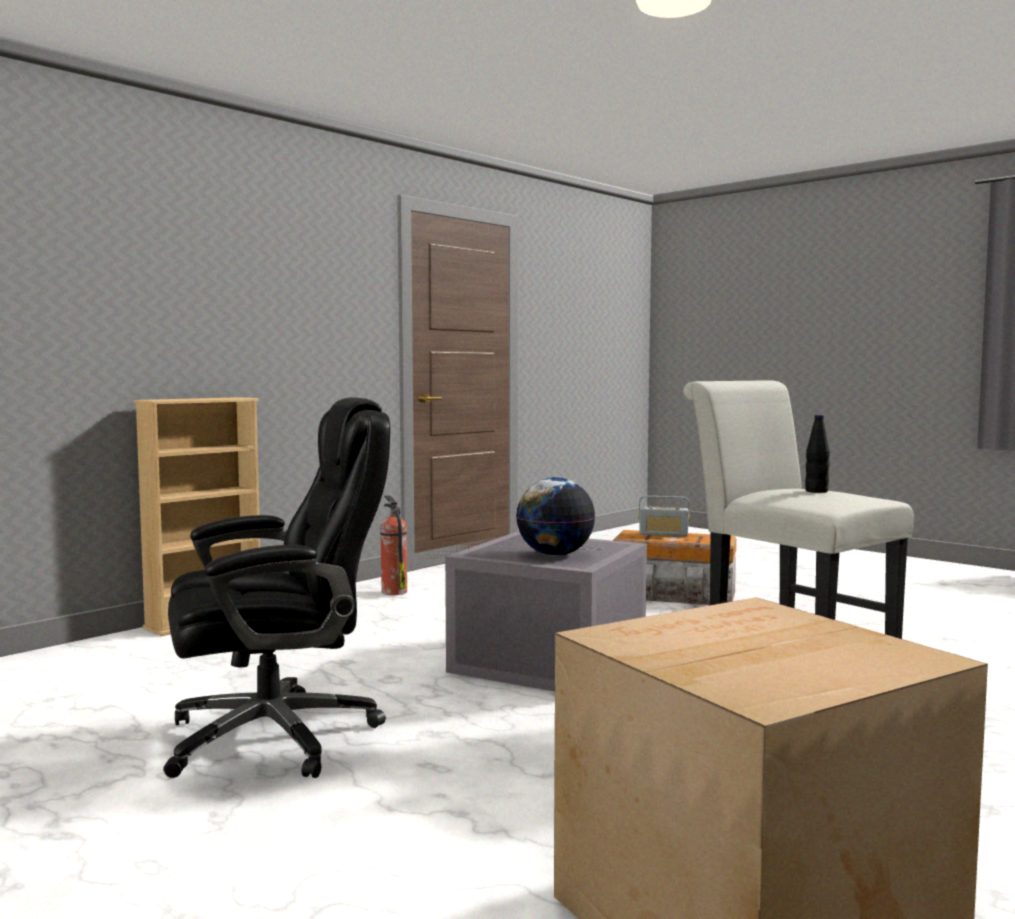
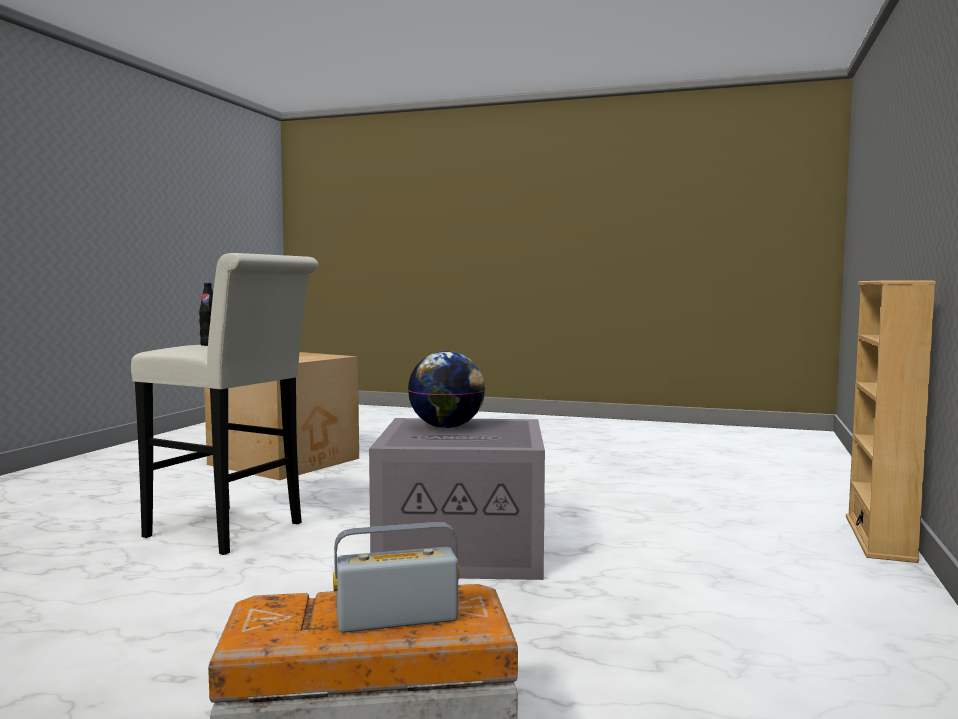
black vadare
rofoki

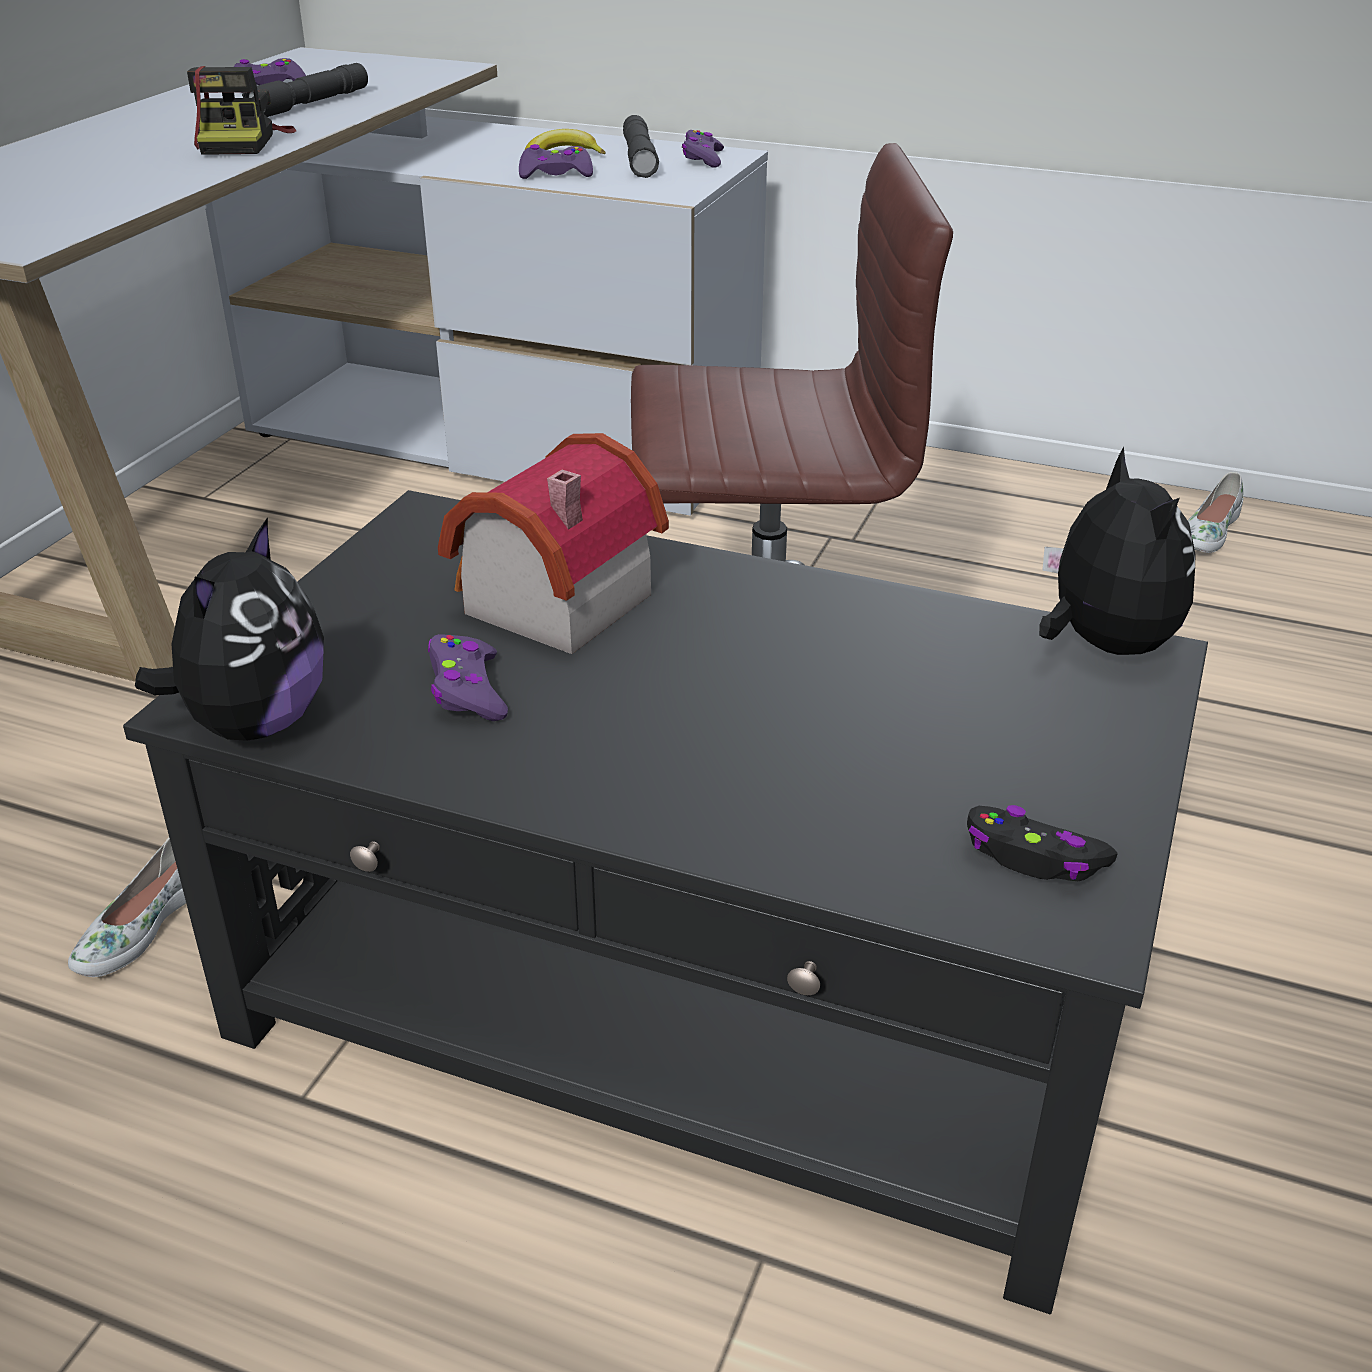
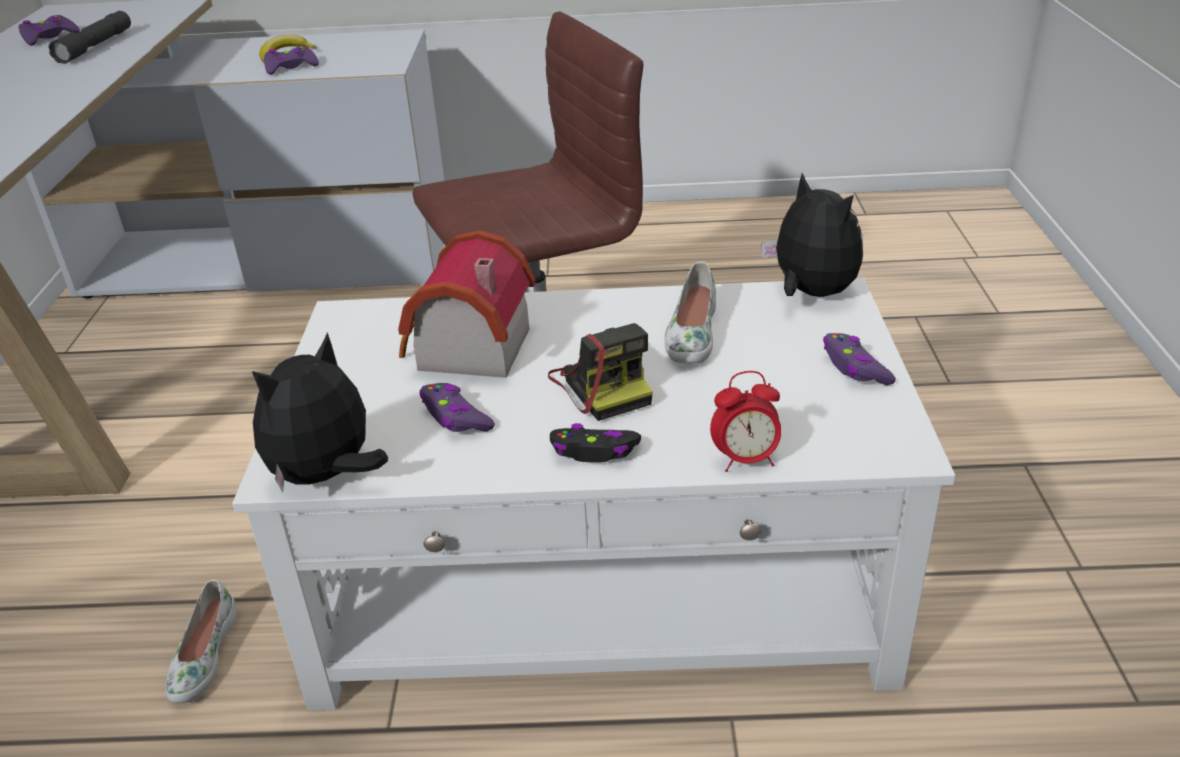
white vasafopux
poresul (1st from left)
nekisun
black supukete
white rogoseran (2nd from left)
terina
purple supukete (4th from left)
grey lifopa (2nd from left in the first image)

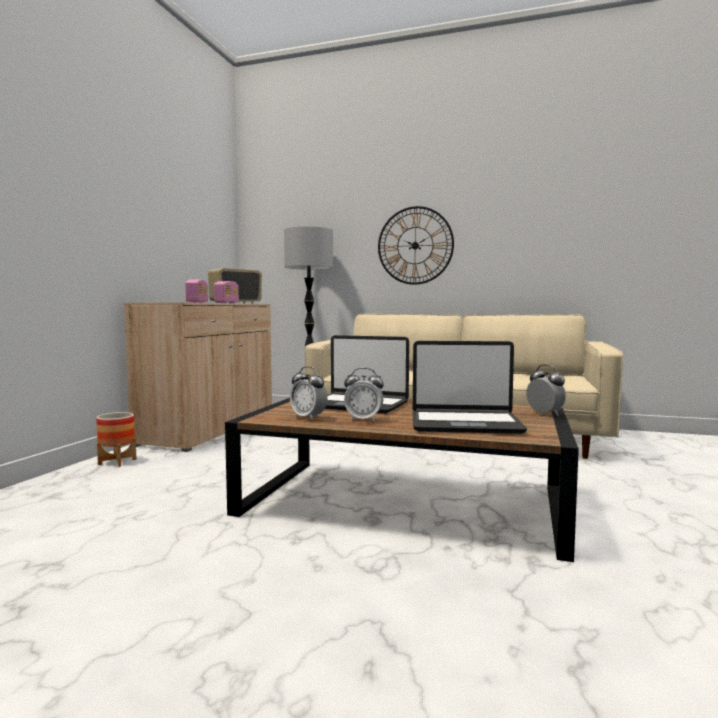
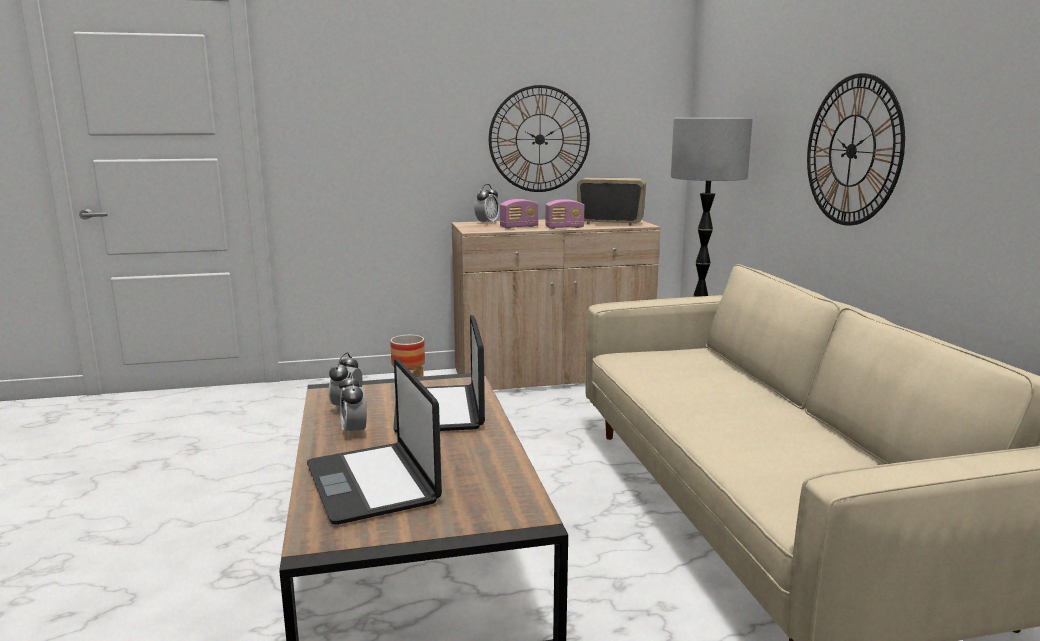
terina (3rd from left)
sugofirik (1st from left)

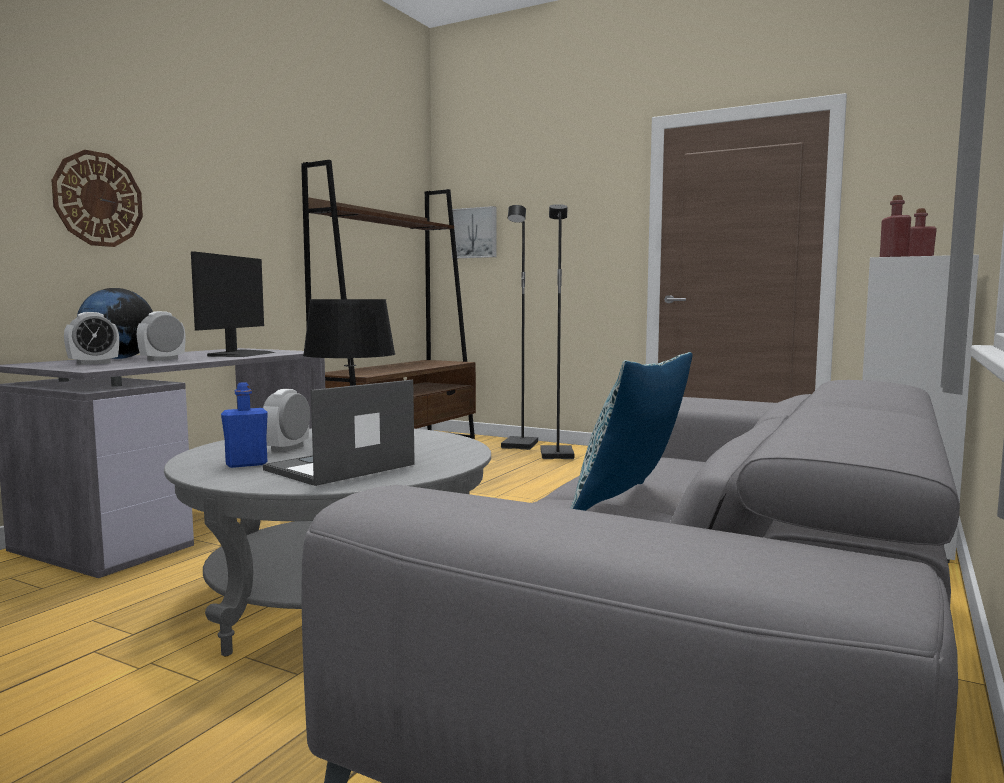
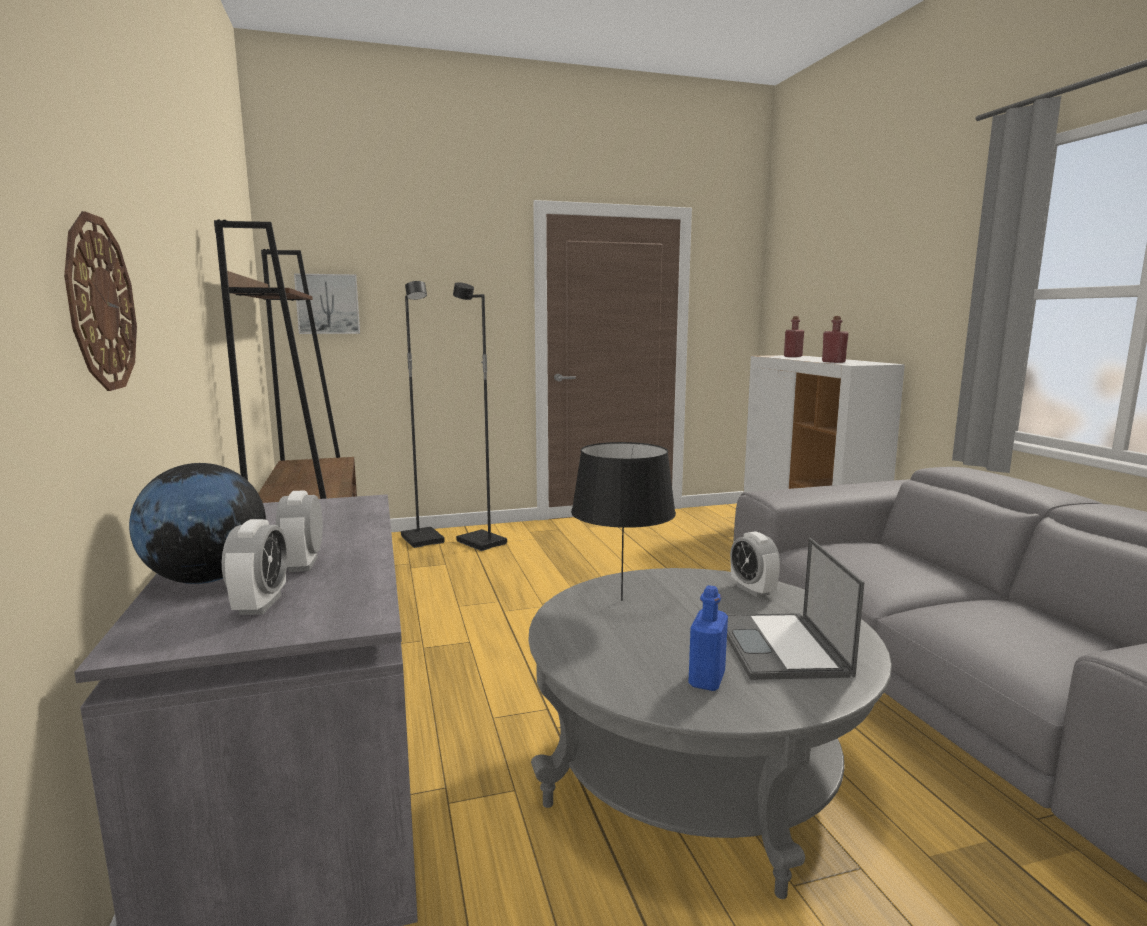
terina (3rd from left)
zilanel
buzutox

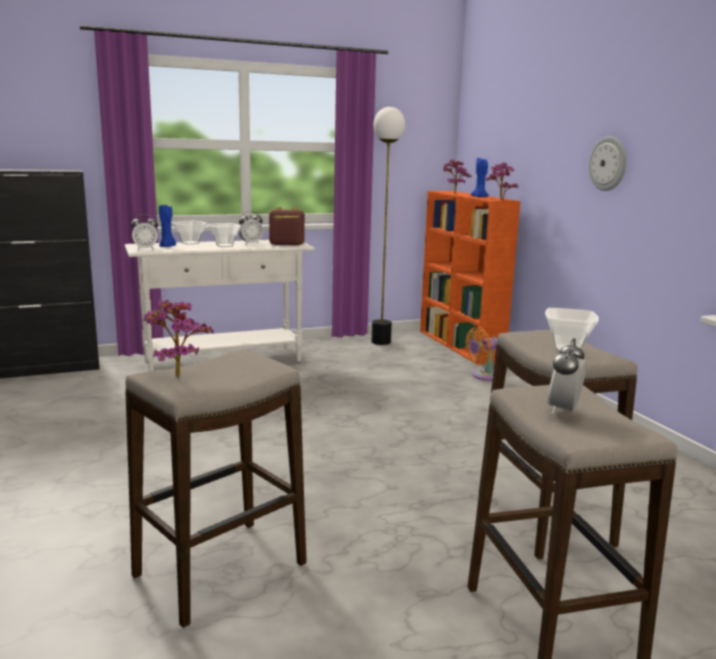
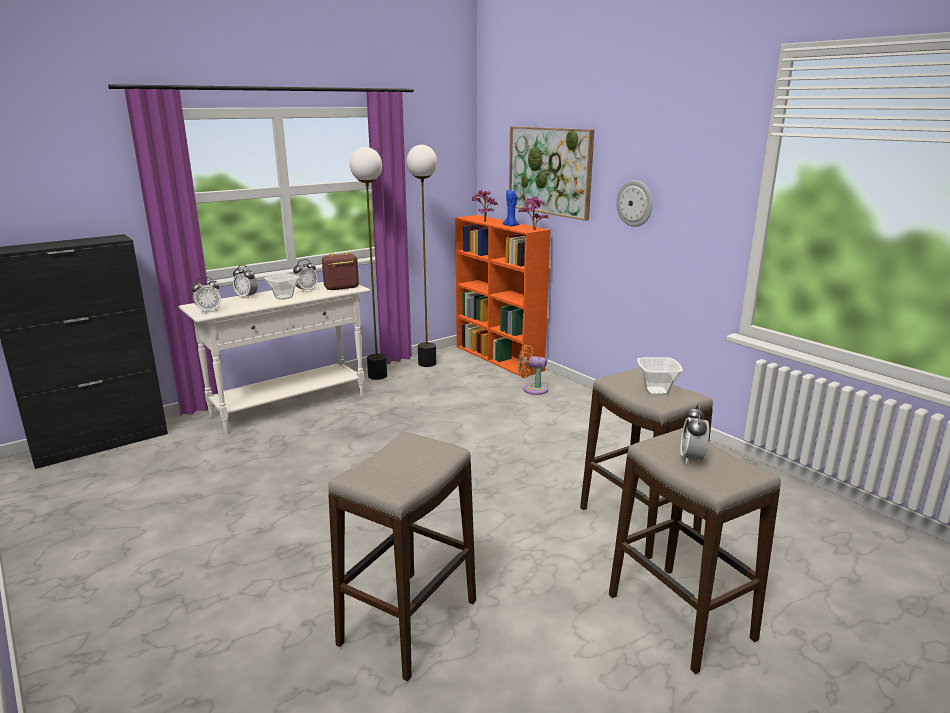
terina (2nd from left)
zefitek (1st from left)
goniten
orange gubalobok
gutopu (1st from left in the first image)
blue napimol (1st from left in the first image)

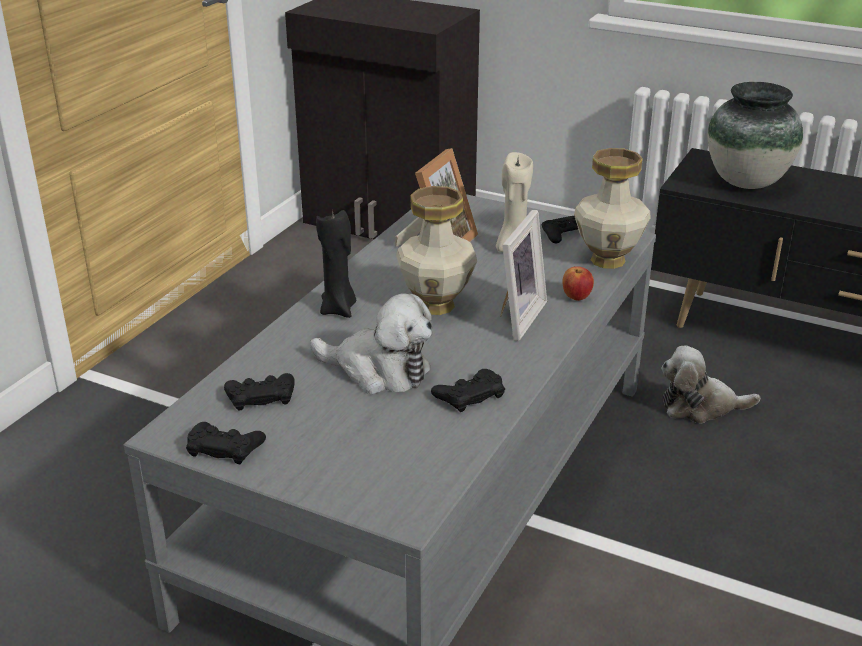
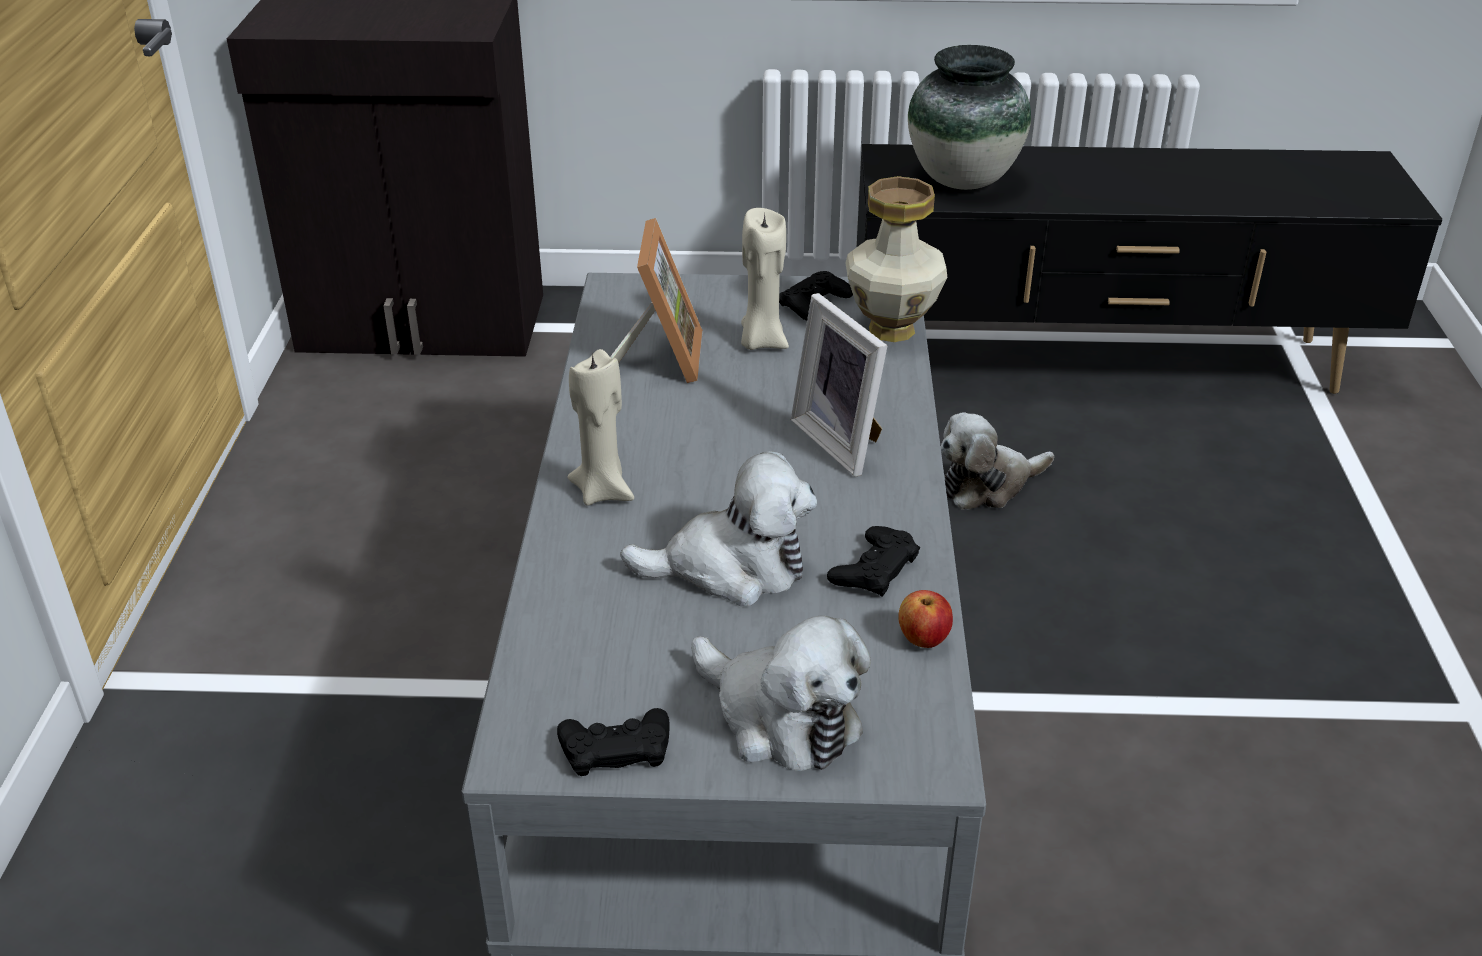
beige napimol (1st from left)
poresul (2nd from left)
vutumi (2nd from left)
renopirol
black supukete (2nd from left in the first image)
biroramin (1st from left in the first image)

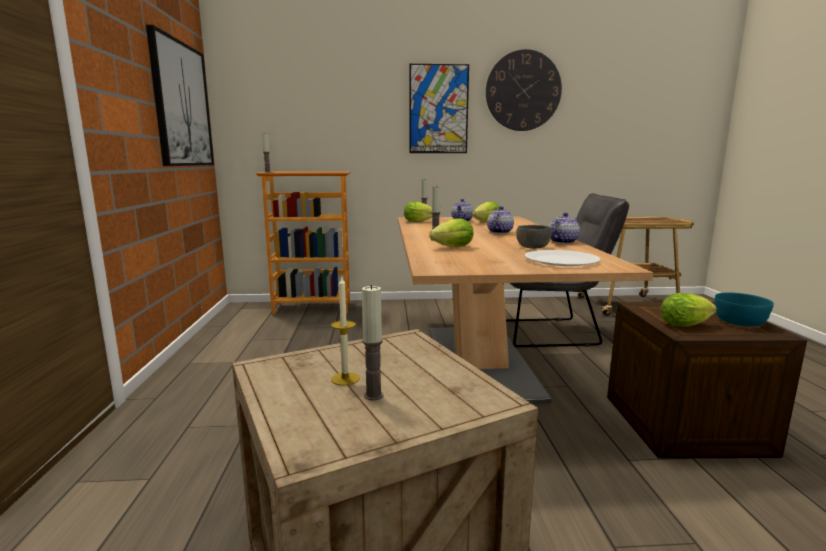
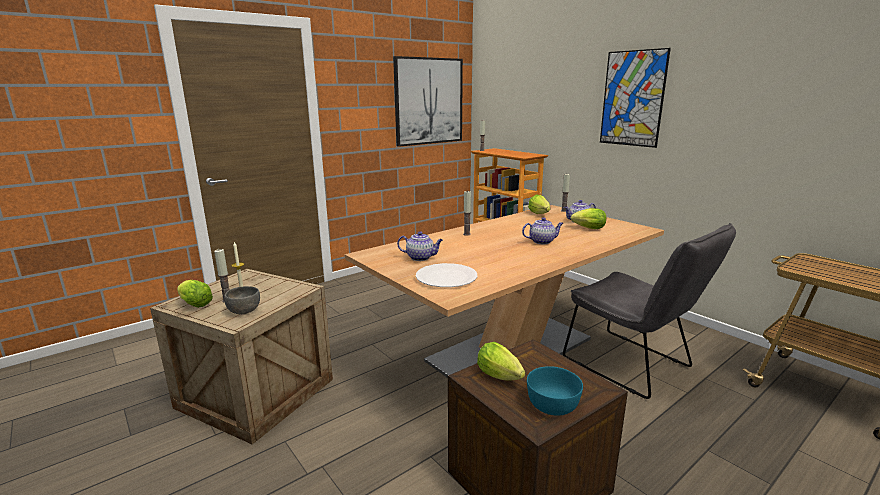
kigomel (1st from left)
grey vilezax
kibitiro (1st from left)
sugofirik

